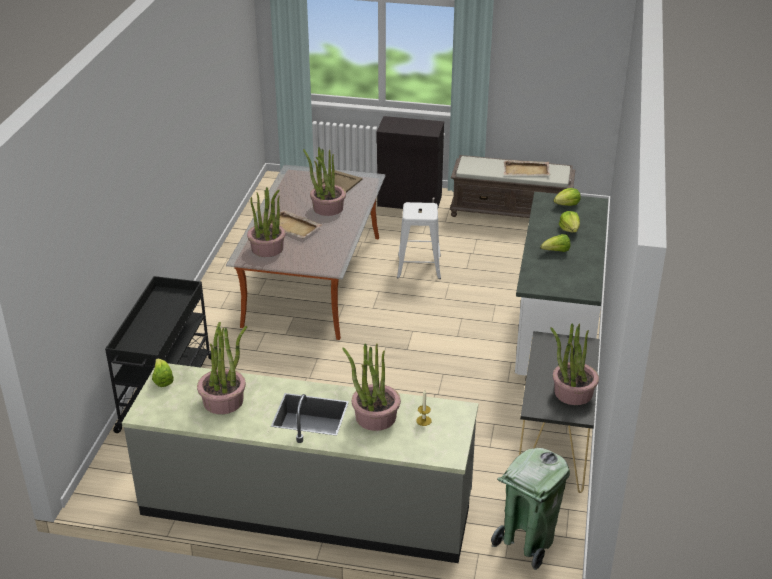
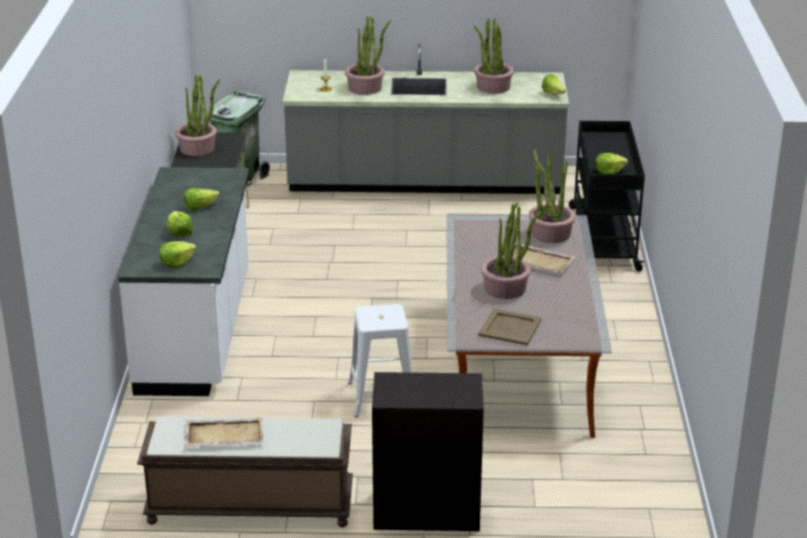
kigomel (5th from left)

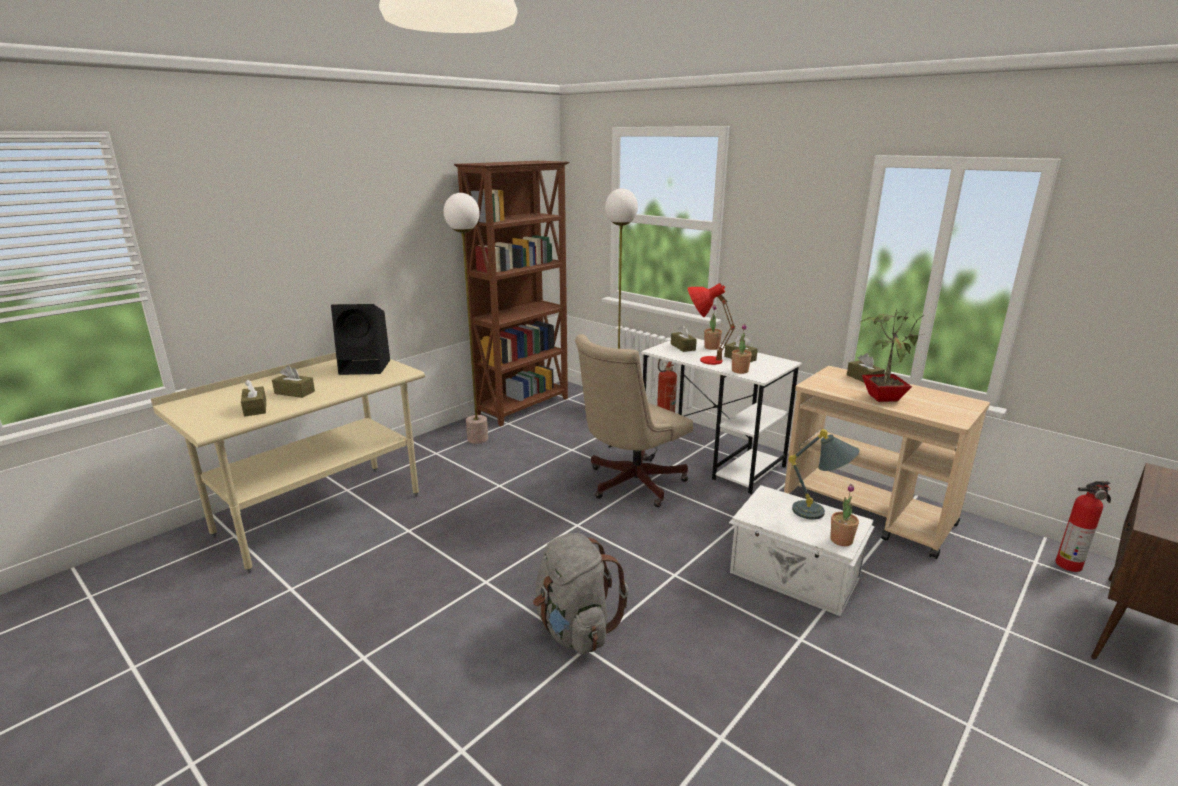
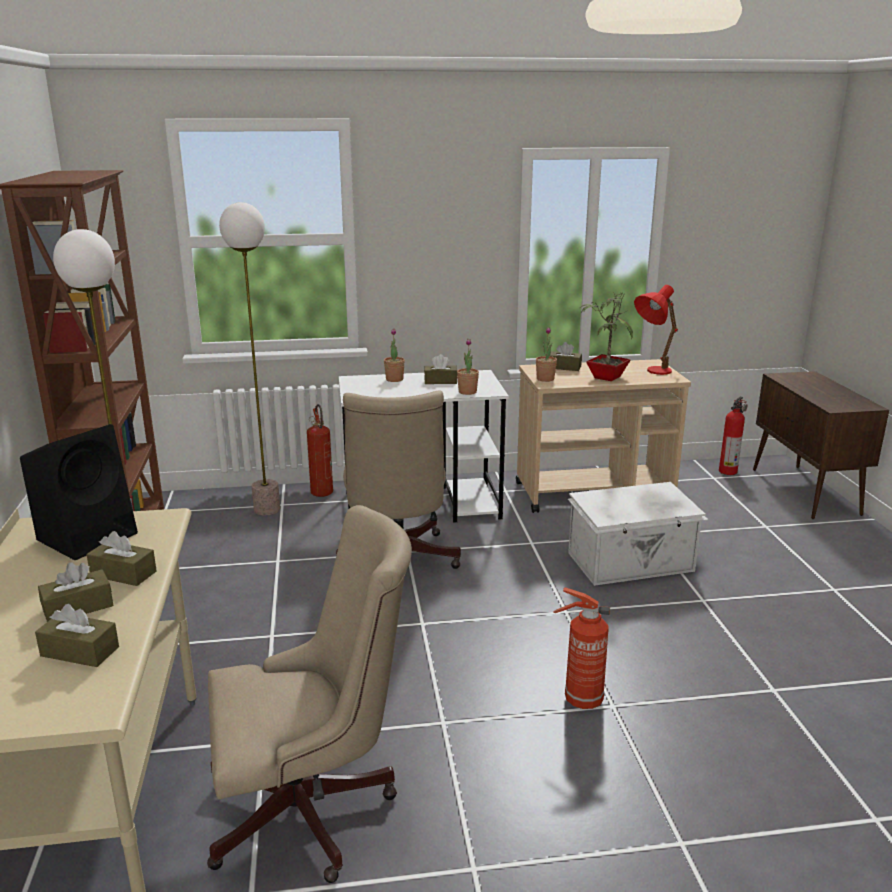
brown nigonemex (3rd from left)
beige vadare (1st from left)
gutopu (3rd from left)
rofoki (2nd from left)
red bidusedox
grey bidusedox

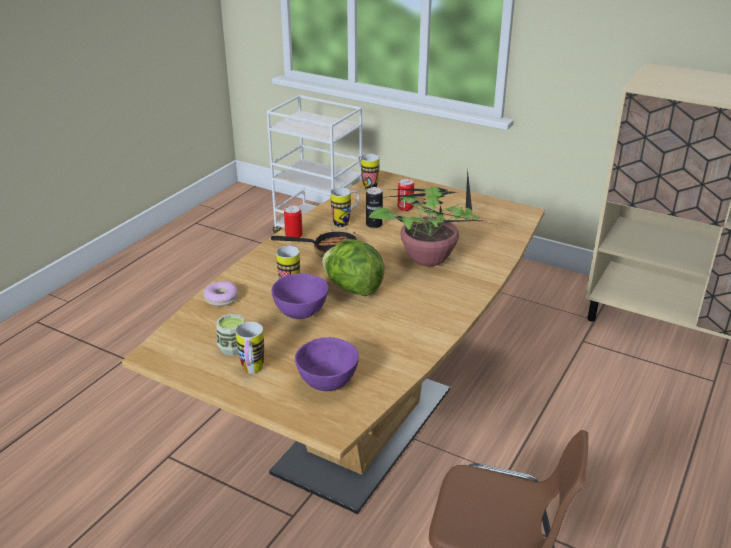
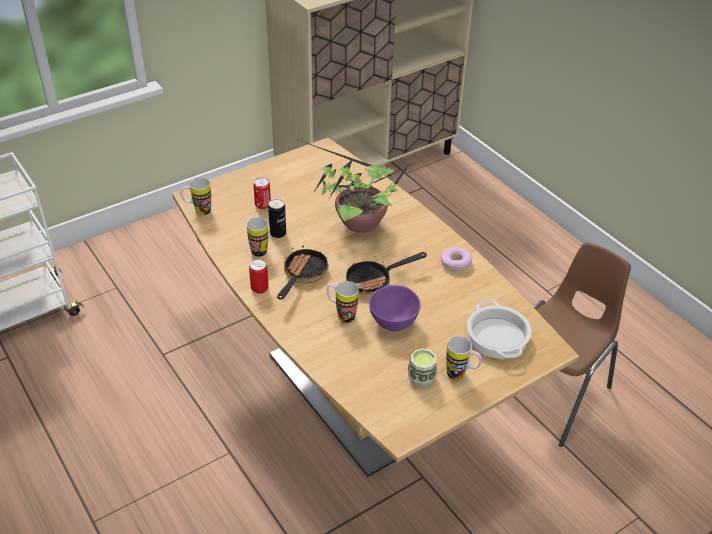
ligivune (2nd from left)
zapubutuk
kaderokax

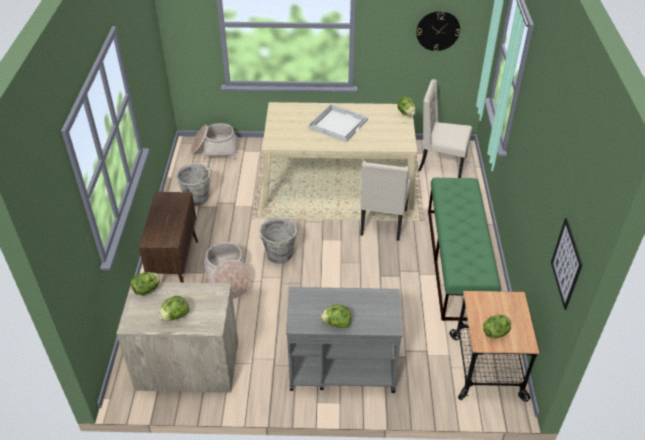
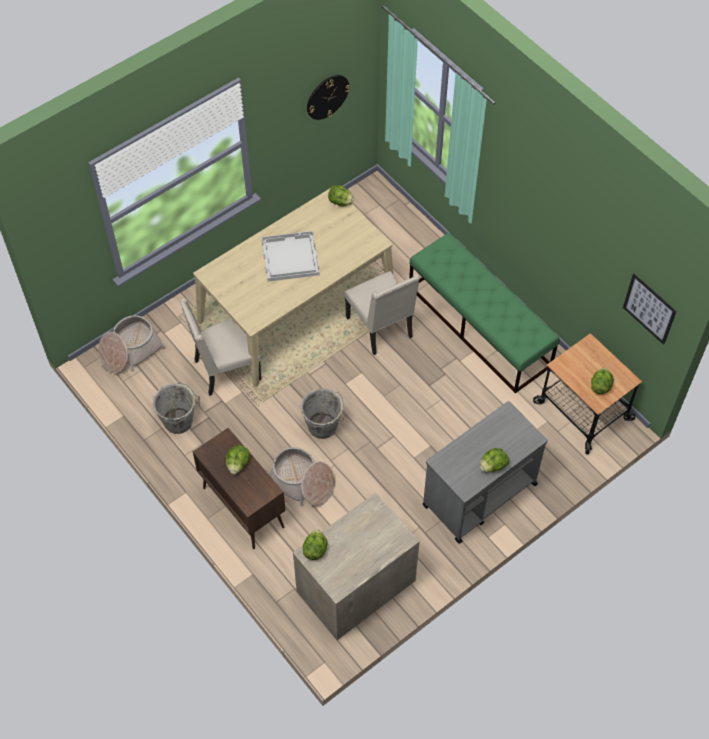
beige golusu (1st from left)
kigomel (1st from left)

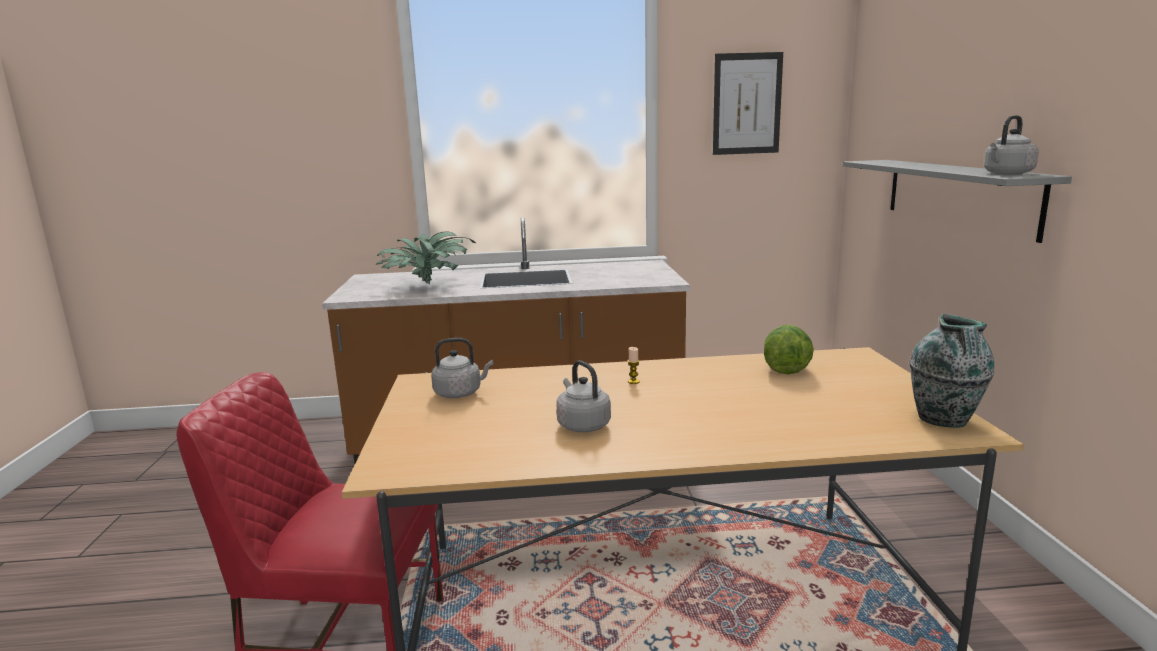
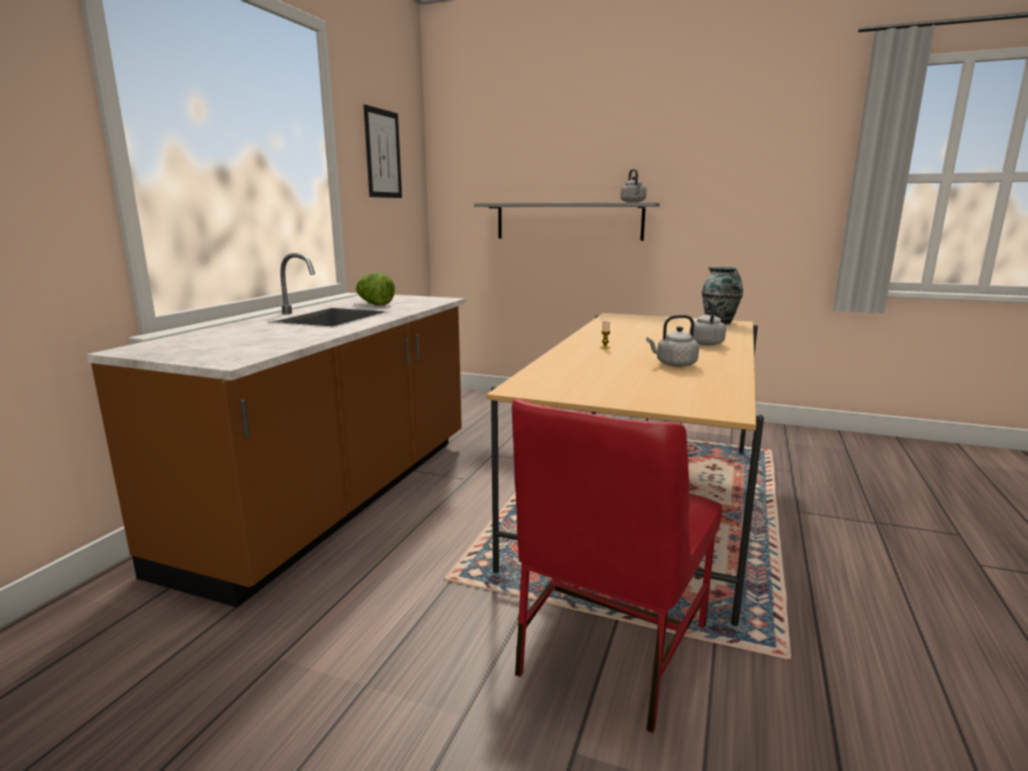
kigomel
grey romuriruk (3rd from left)
gutopu

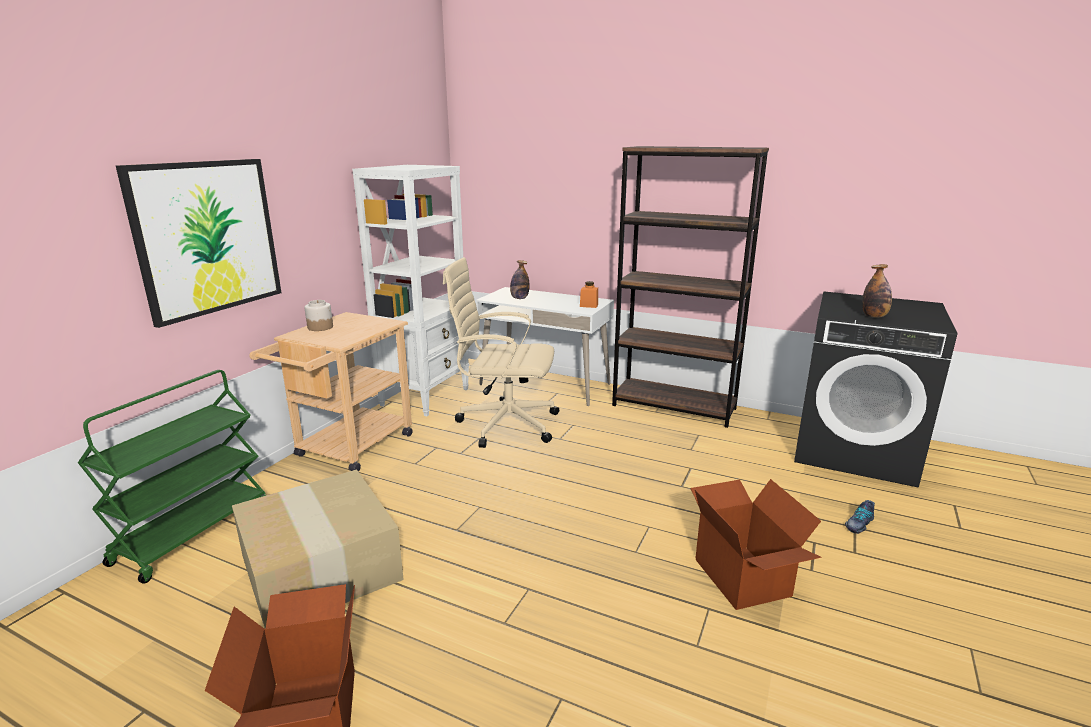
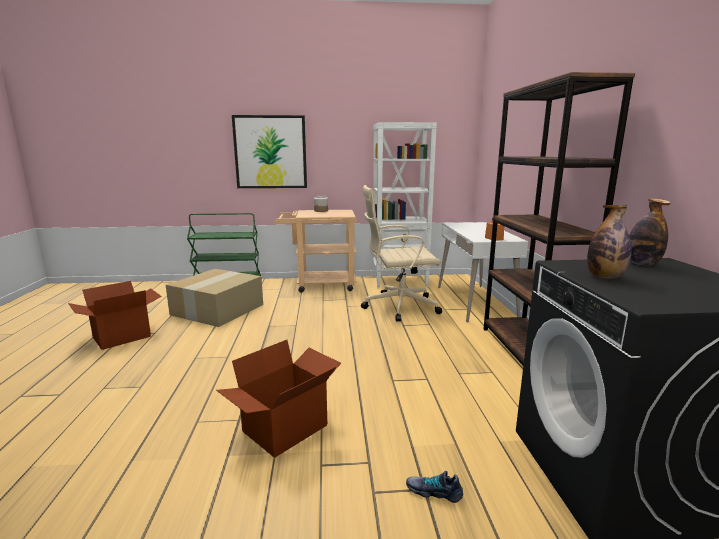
beige vadare
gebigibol (2nd from left)

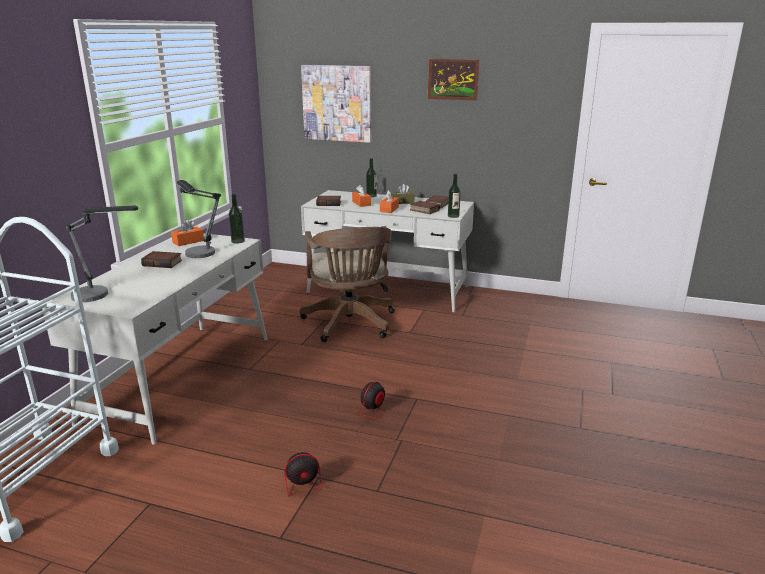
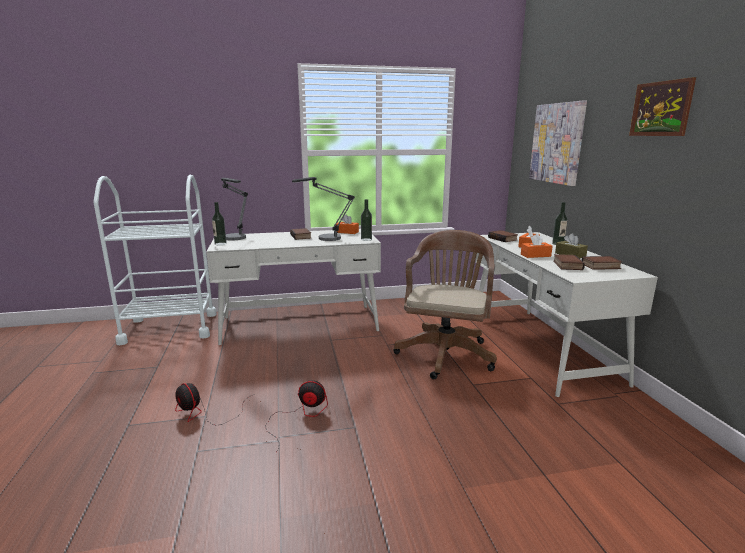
gebigibol (1st from left)
brown vadare

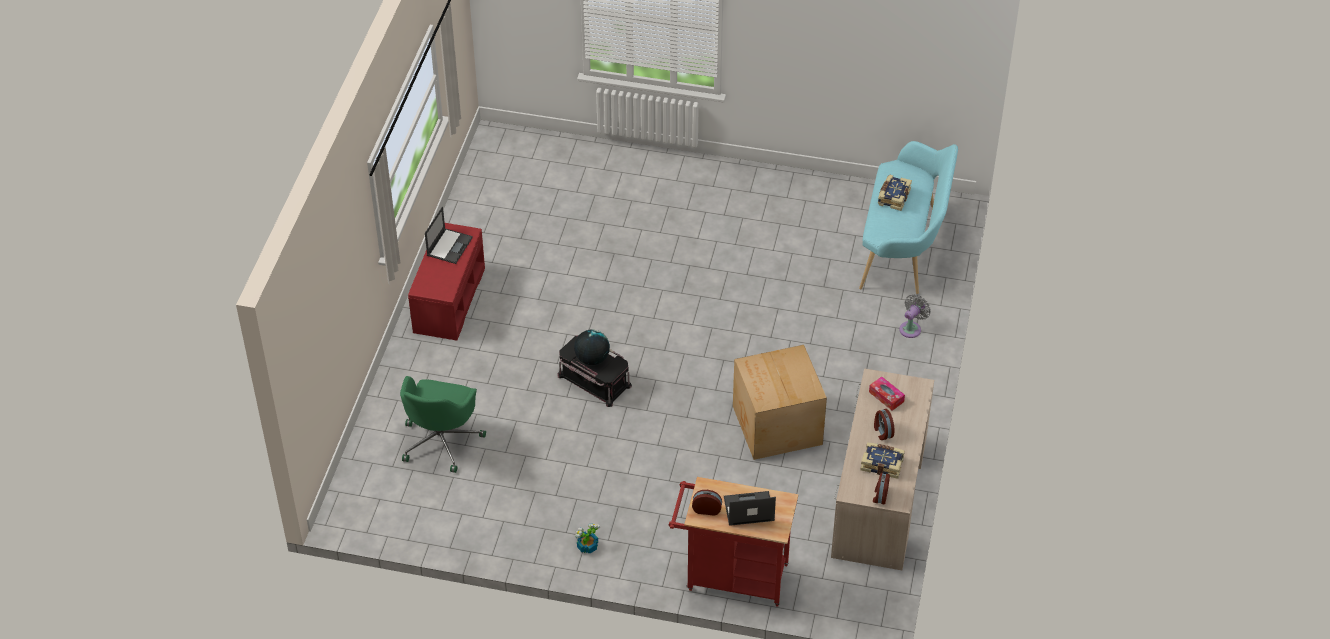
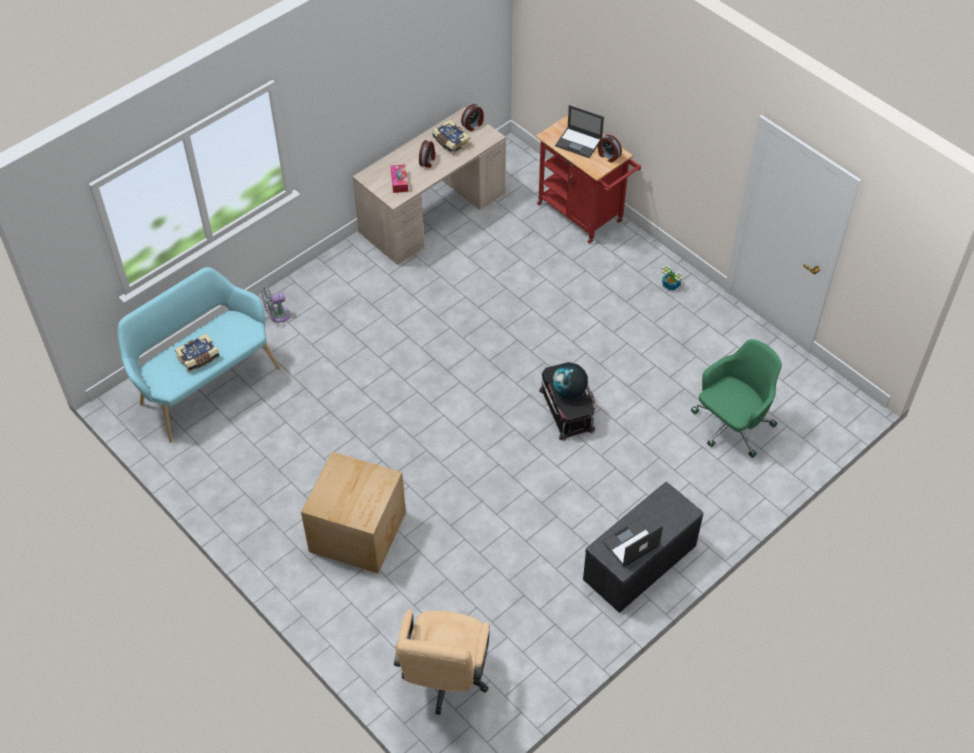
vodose
beige vadare
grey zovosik

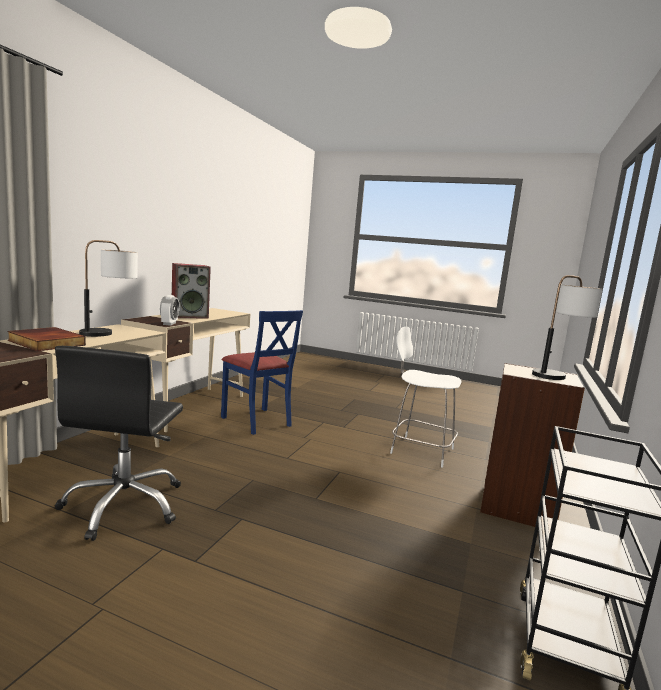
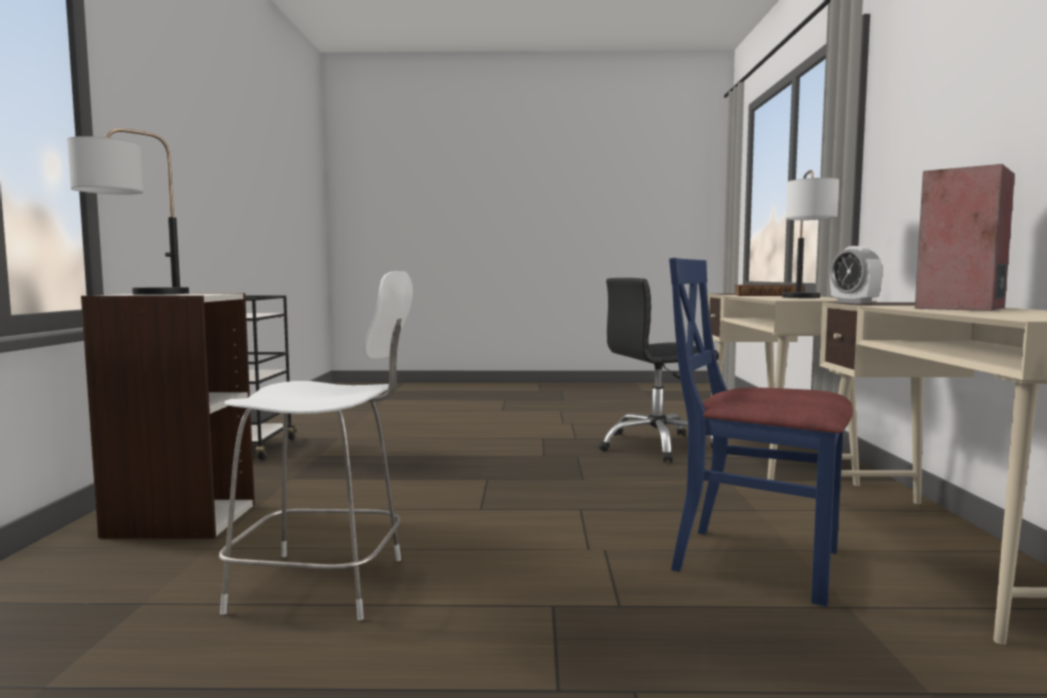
black vadare

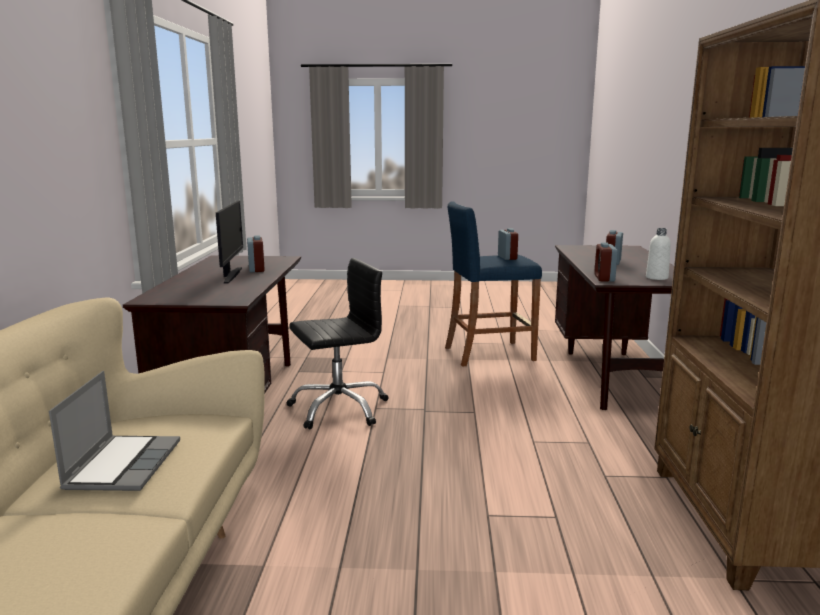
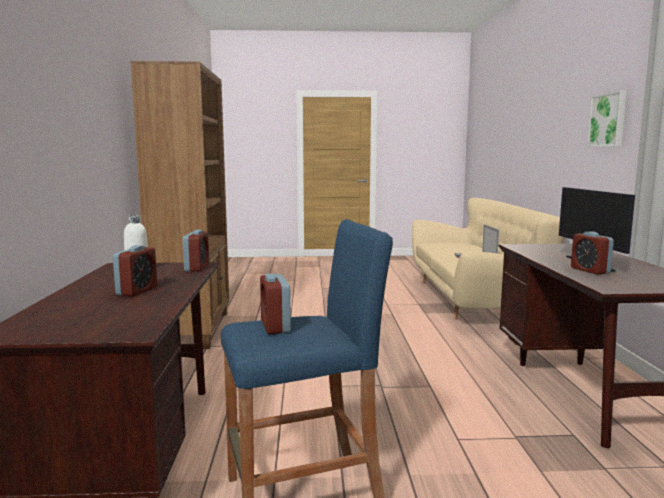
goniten
black vadare

